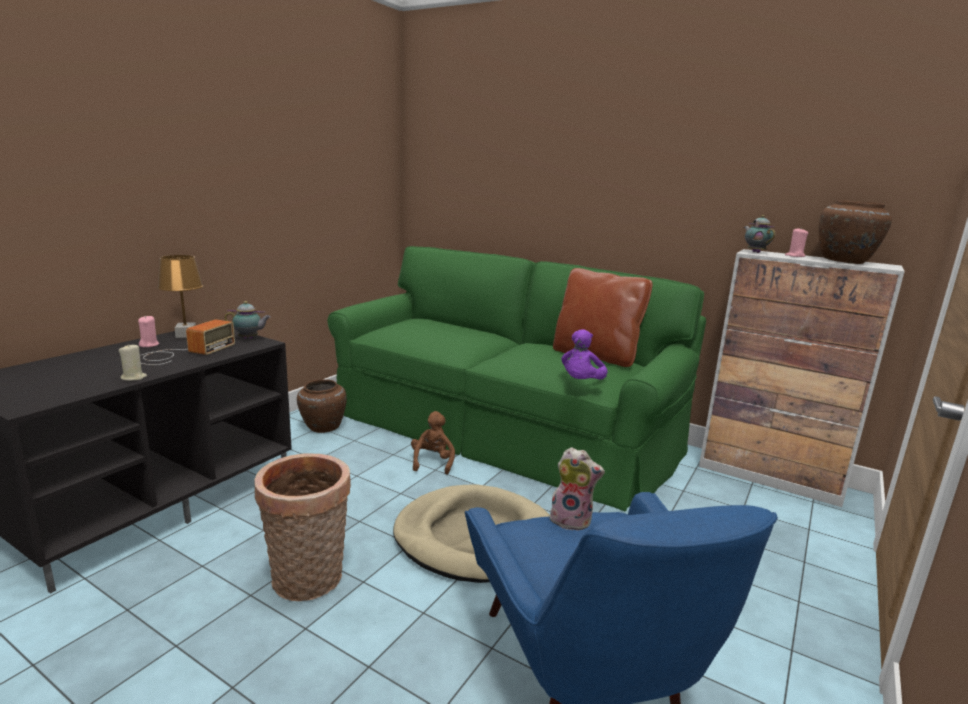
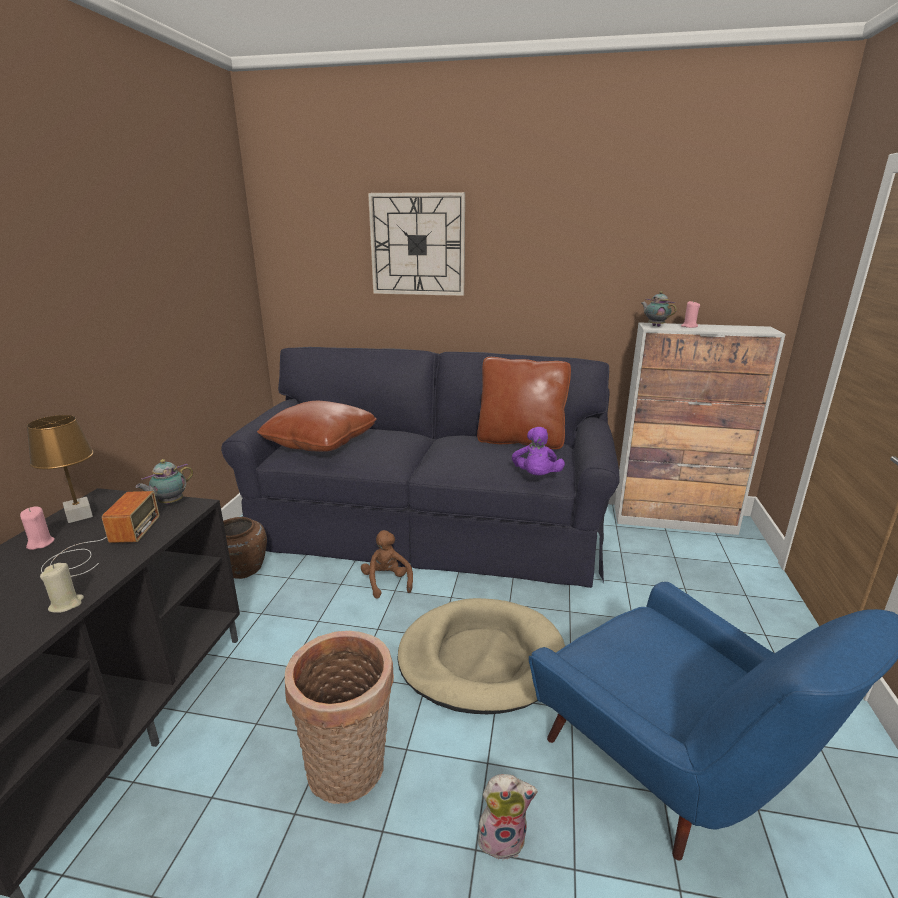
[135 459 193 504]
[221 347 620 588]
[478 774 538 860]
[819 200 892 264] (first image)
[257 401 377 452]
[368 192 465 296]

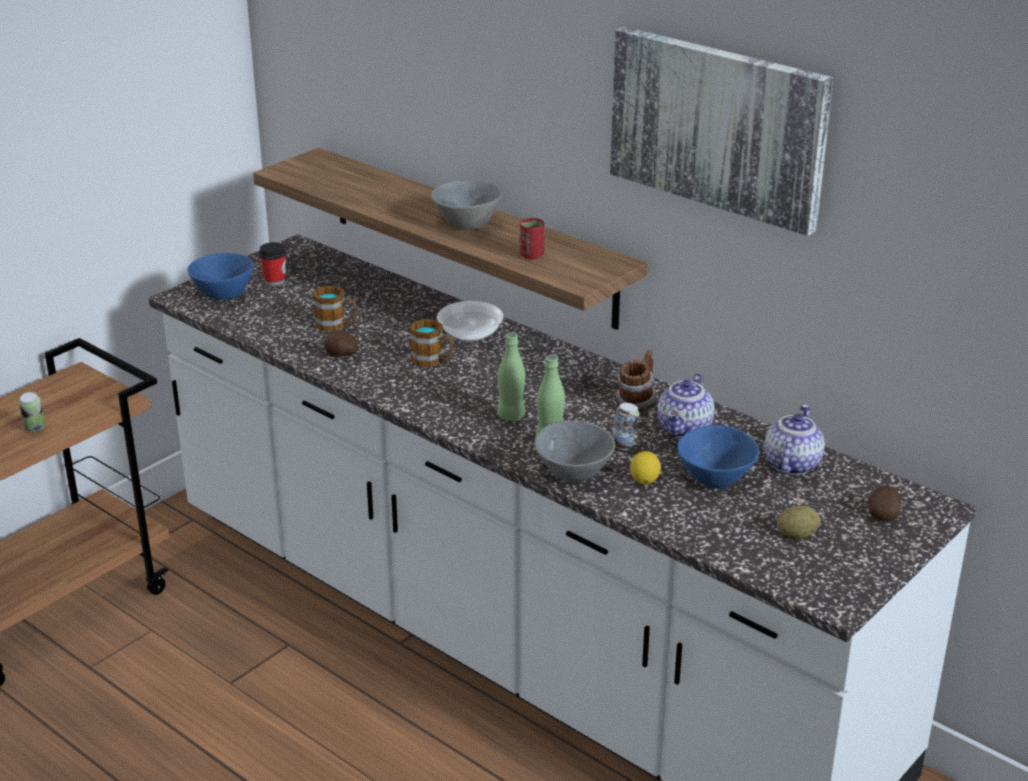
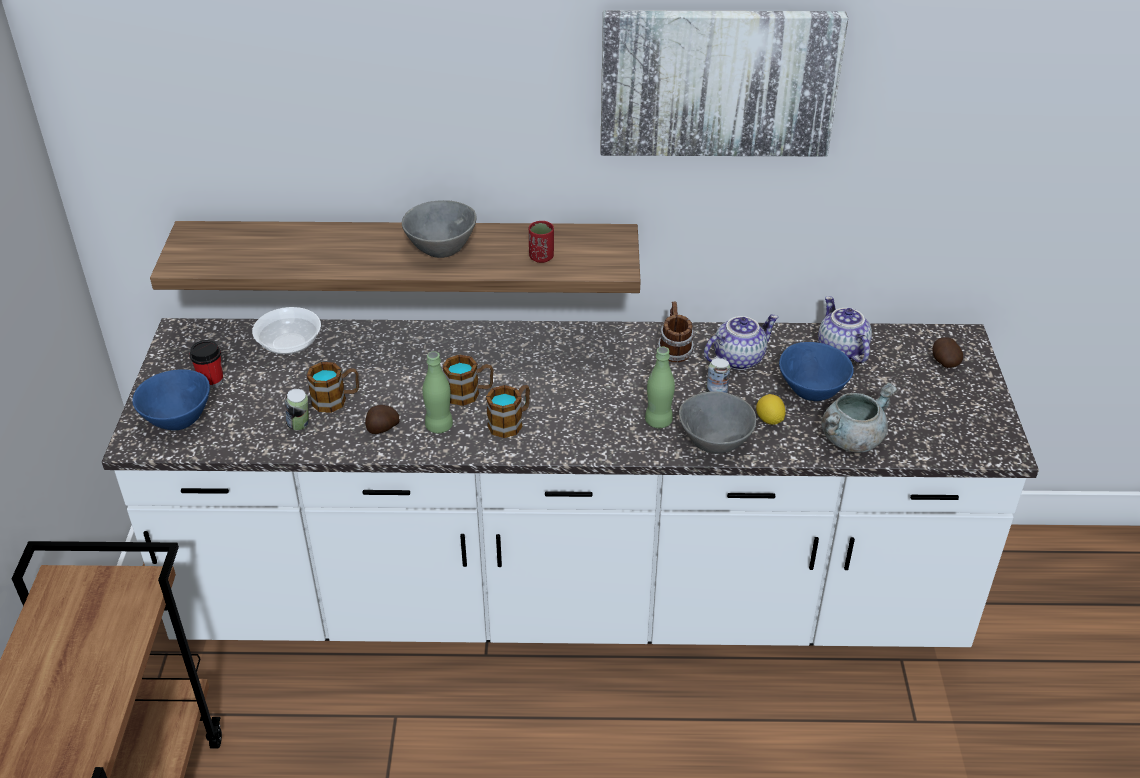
[285 389 309 430]
[252 307 321 354]
[422 351 453 433]
[704 314 779 370]
[777 505 821 539] (first image)
[486 385 530 438]
[821 382 897 453]

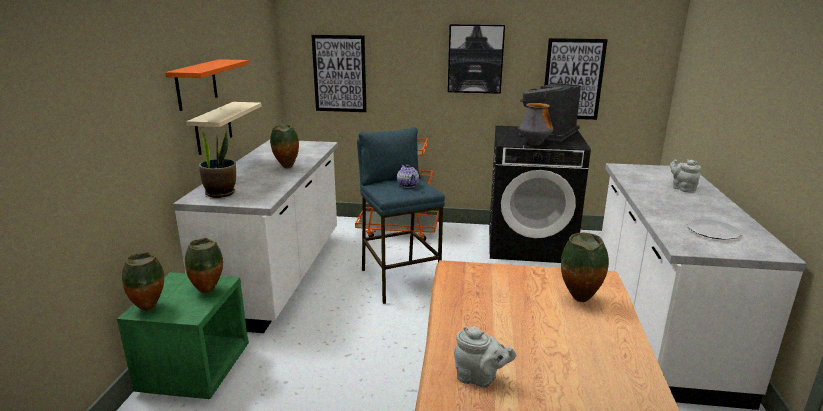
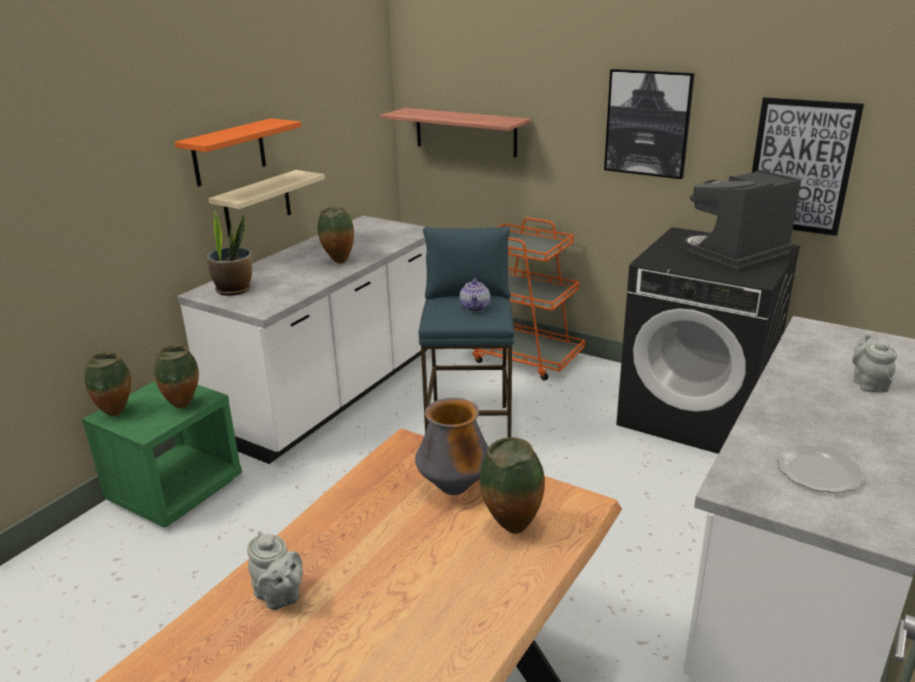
[380 108 531 157]
[415 398 489 495]

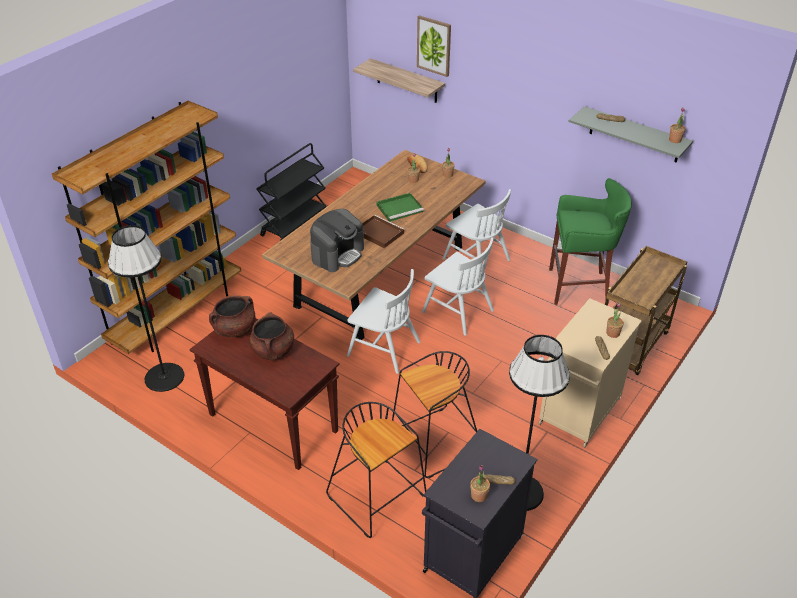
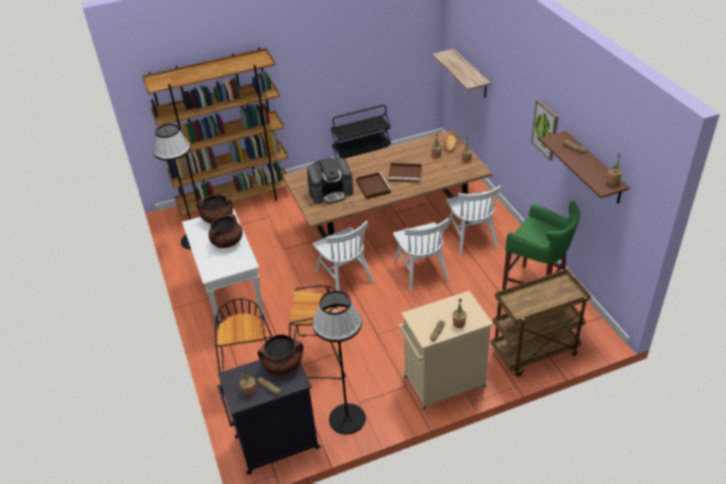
[182 208 265 327]
[388 163 422 182]
[531 99 558 160]
[539 131 630 204]
[258 334 303 375]

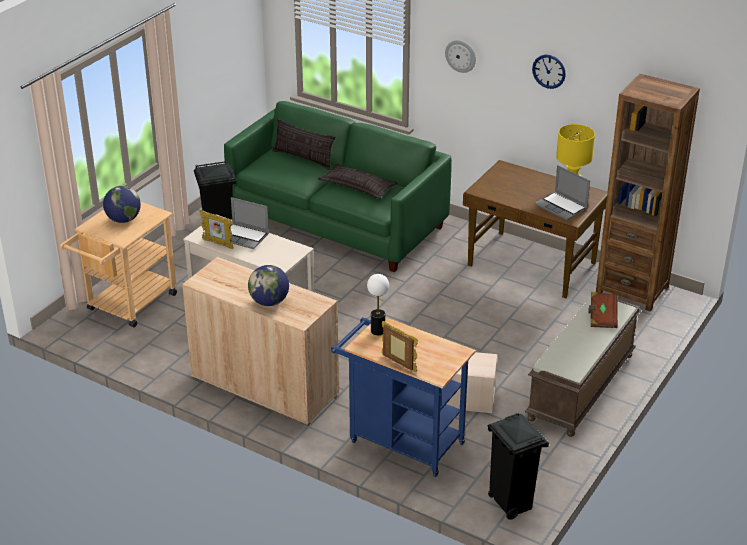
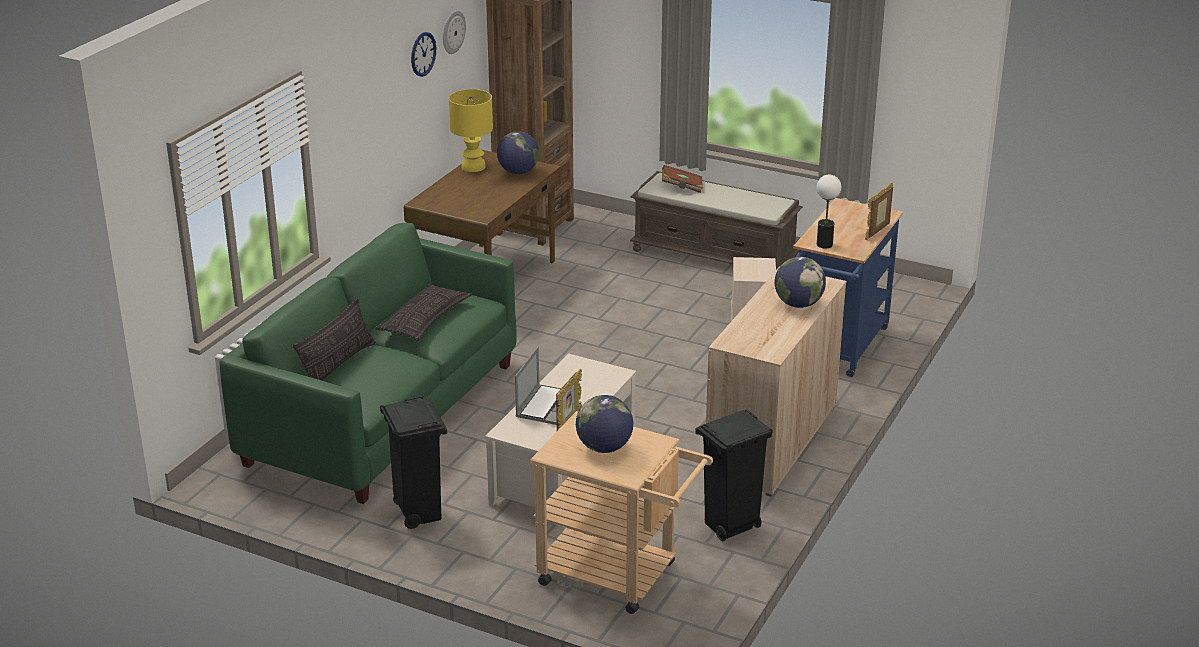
[443 11 466 54]
[695 409 773 541]
[497 131 539 174]

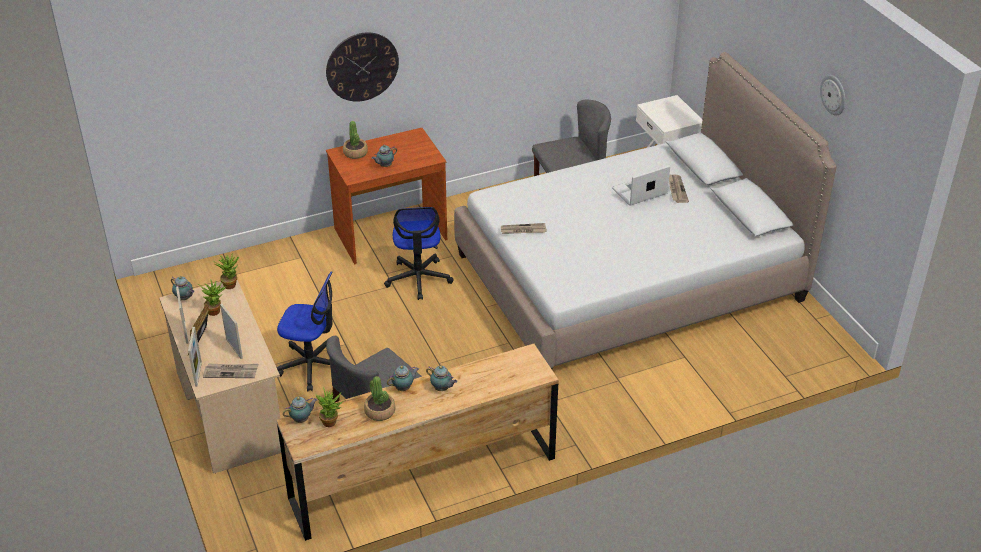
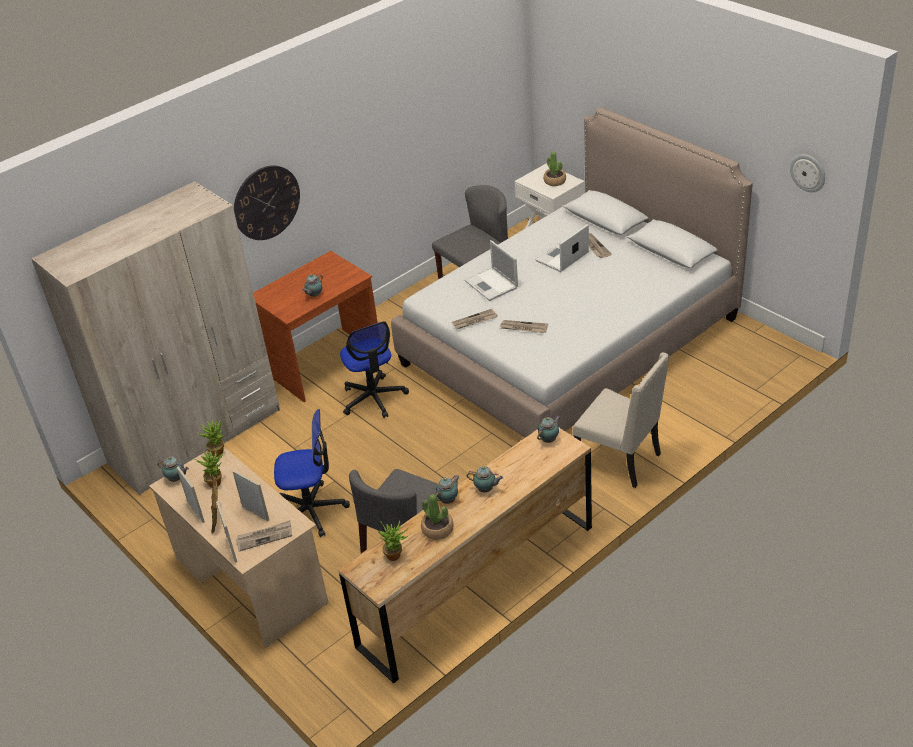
[537 416 560 443]
[544 151 566 186]
[790 154 825 192]
[31 181 280 495]
[465 240 518 301]
[500 320 548 333]
[573 352 670 488]

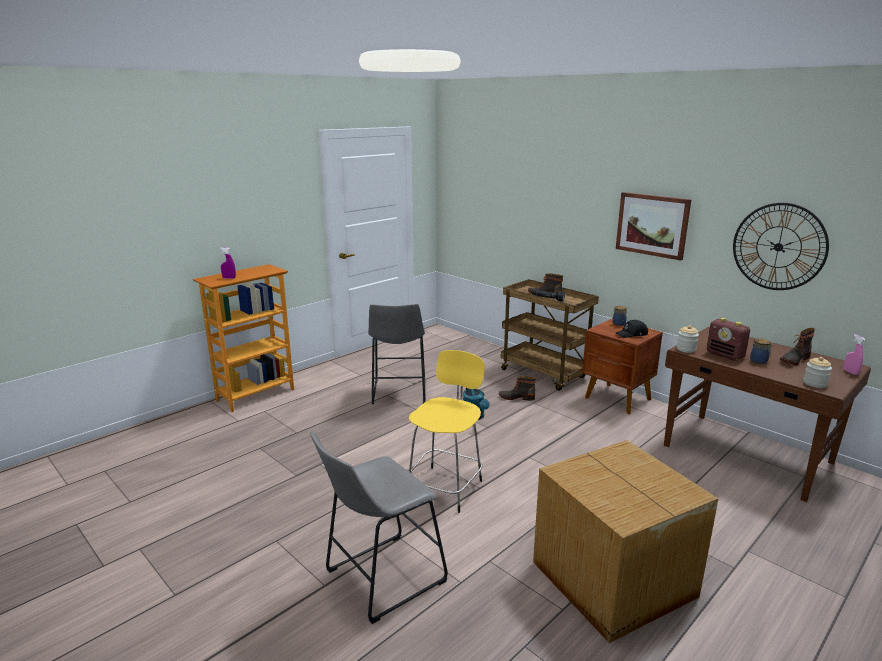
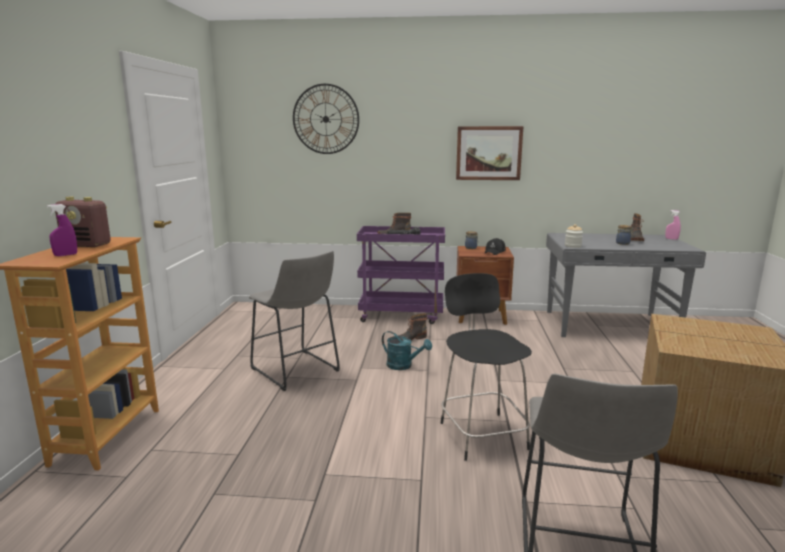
[441 273 532 461]
[357 226 445 324]
[546 233 706 337]
[55 196 111 247]
[293 84 359 154]
[803 357 832 388] (first image)

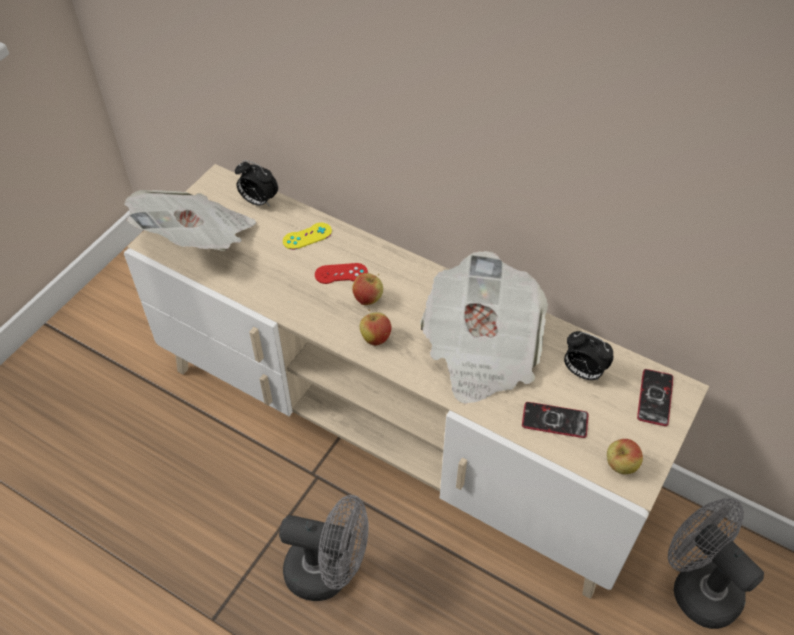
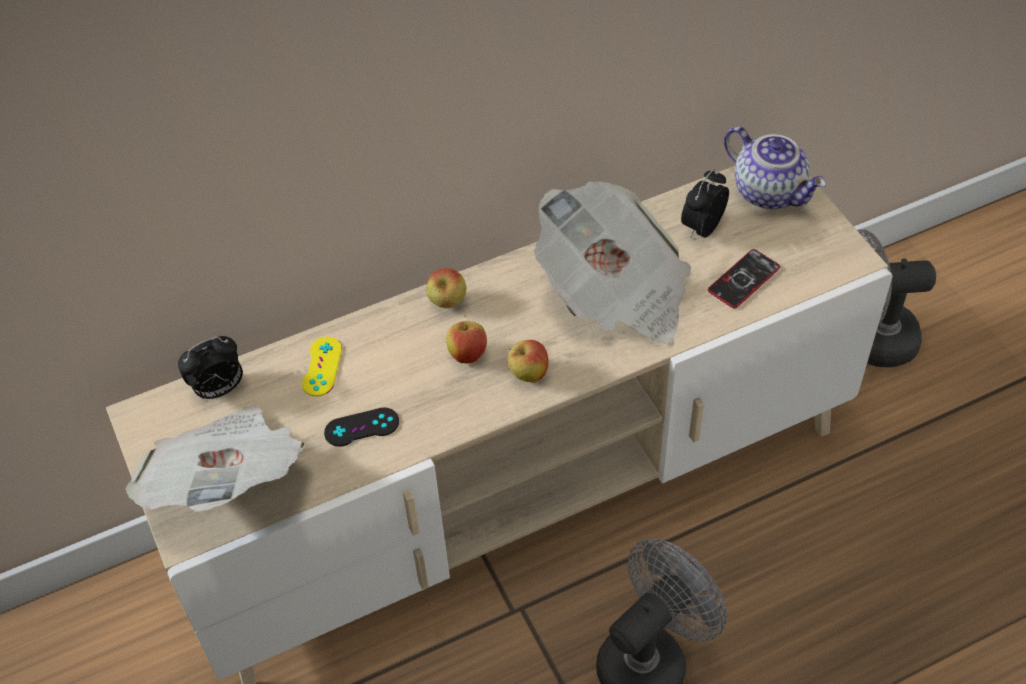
[315 263 368 284] (first image)
[681 169 729 239]
[426 268 466 308]
[724 126 826 209]
[324 407 399 447]

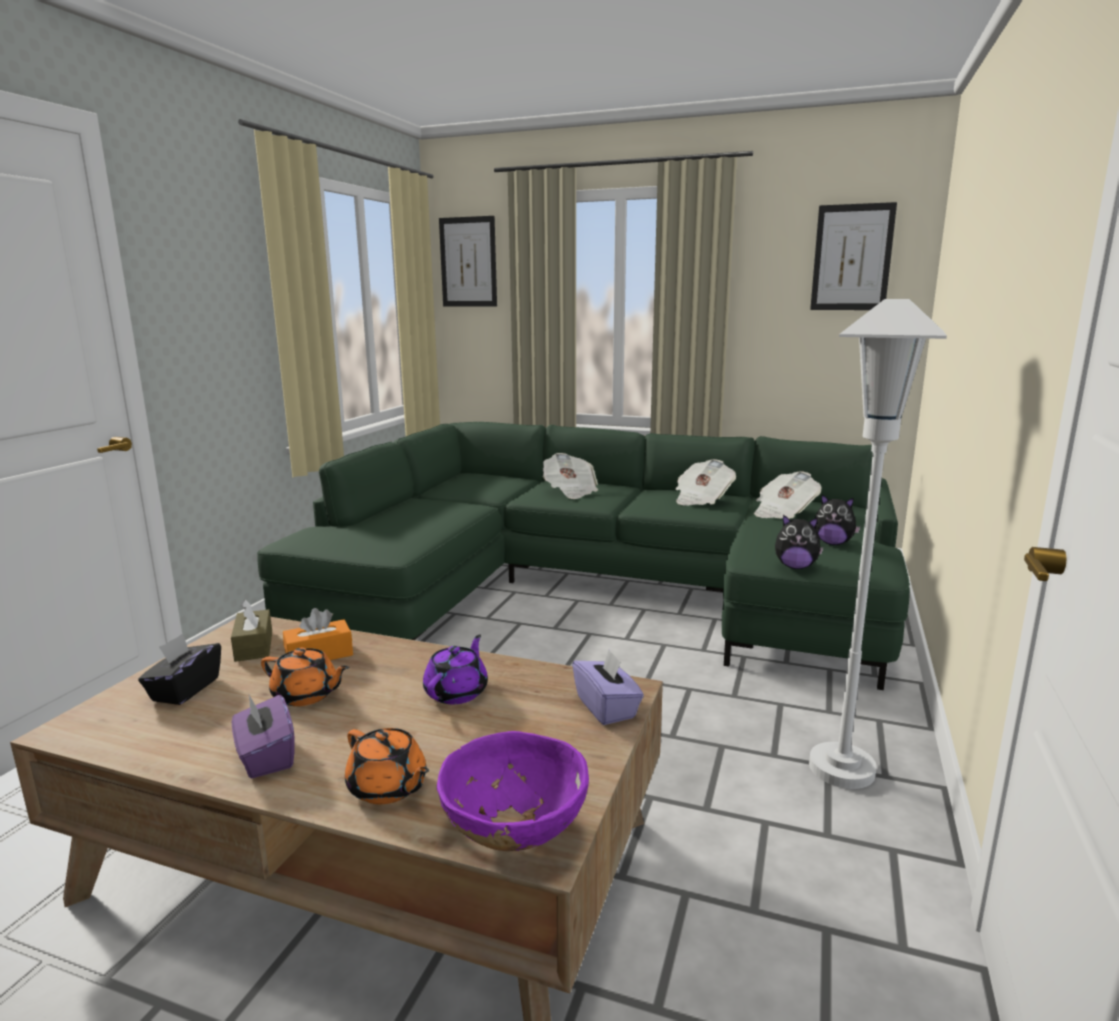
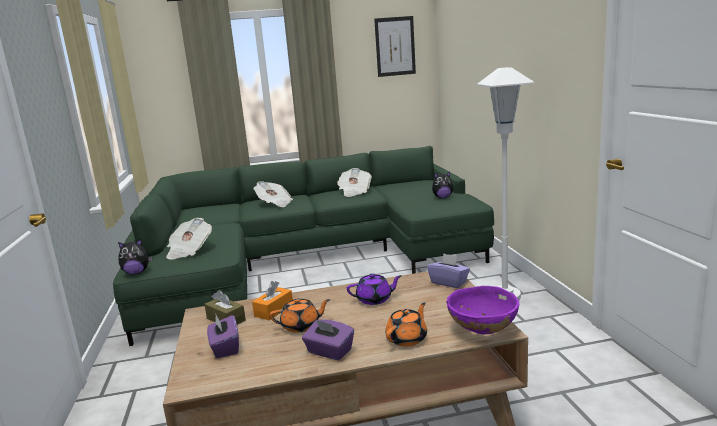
[207 315 239 358]
[386 302 427 347]
[347 273 402 305]
[439 216 497 306] (first image)
[166 218 212 259]
[118 239 152 274]

